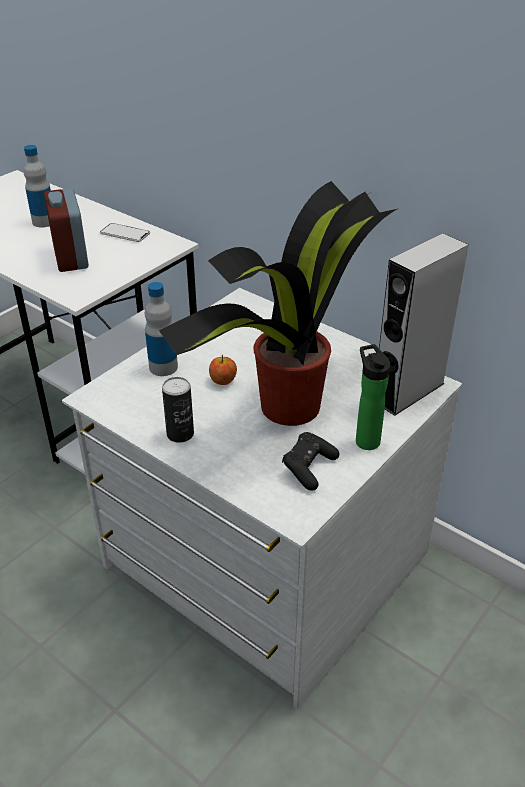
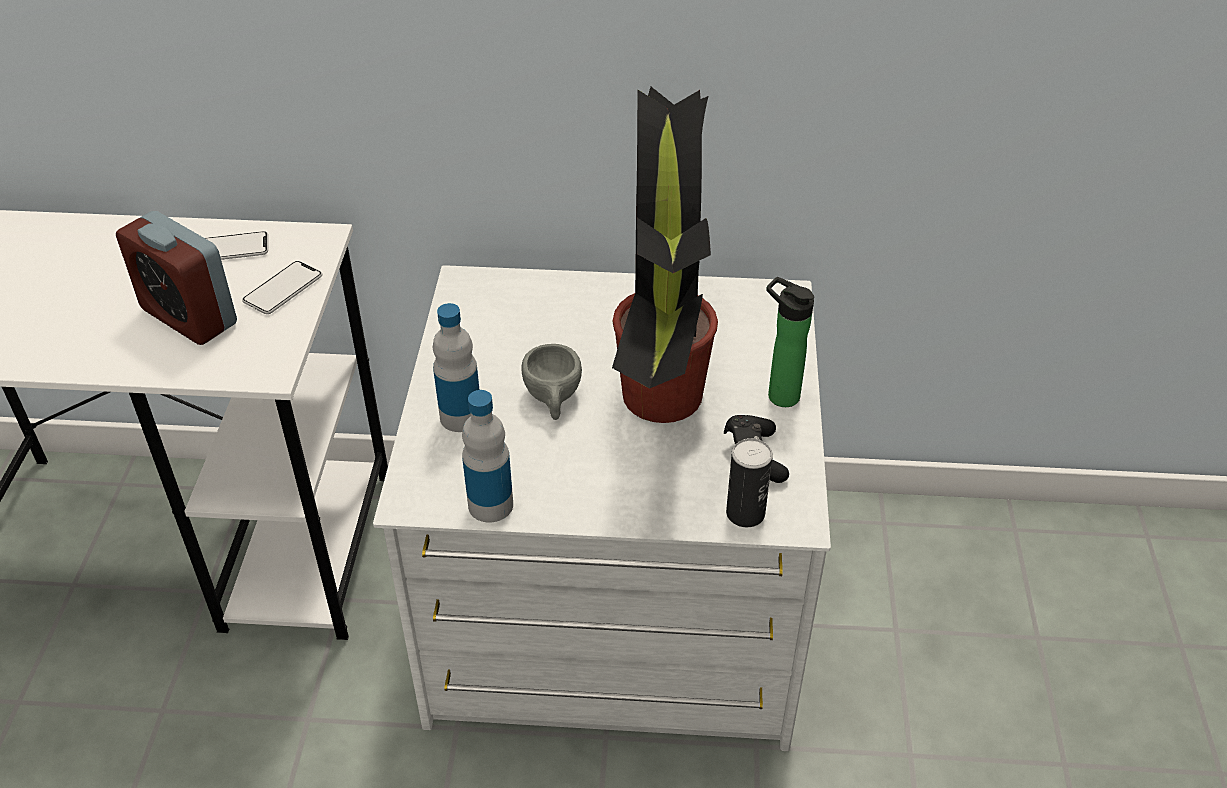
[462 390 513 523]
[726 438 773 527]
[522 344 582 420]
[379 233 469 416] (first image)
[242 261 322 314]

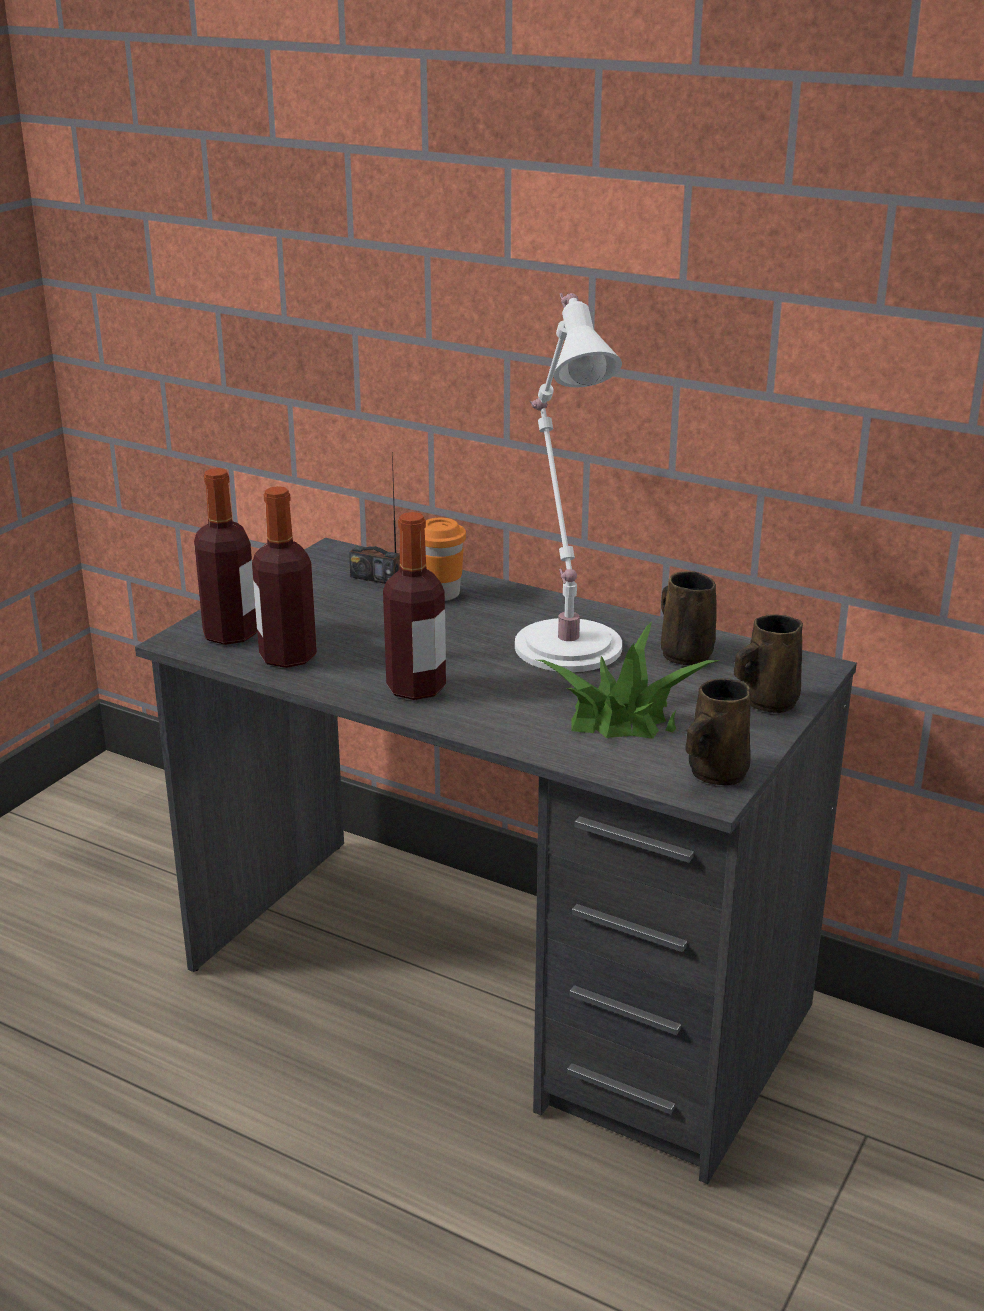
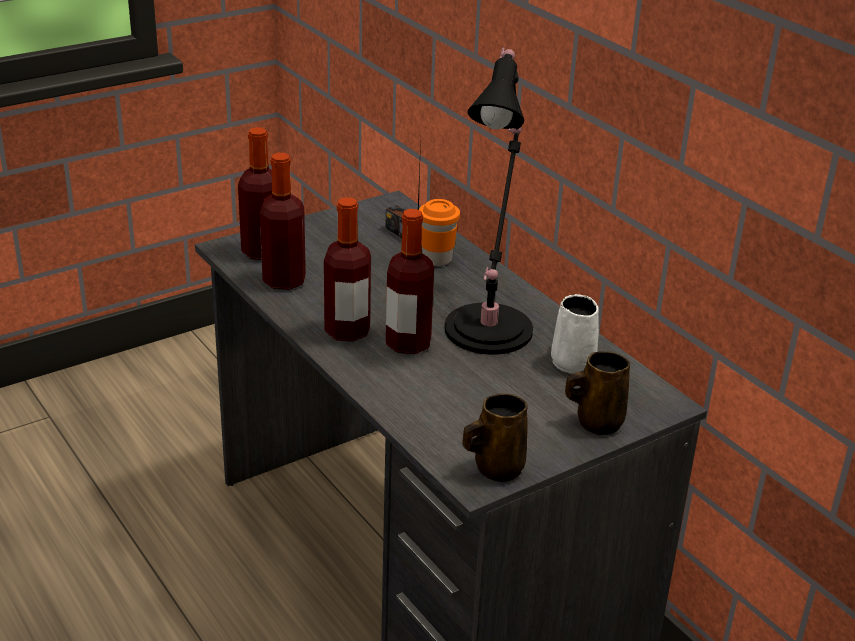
[445 47 533 355]
[538 622 720 739] (first image)
[551 294 599 374]
[386 209 434 354]

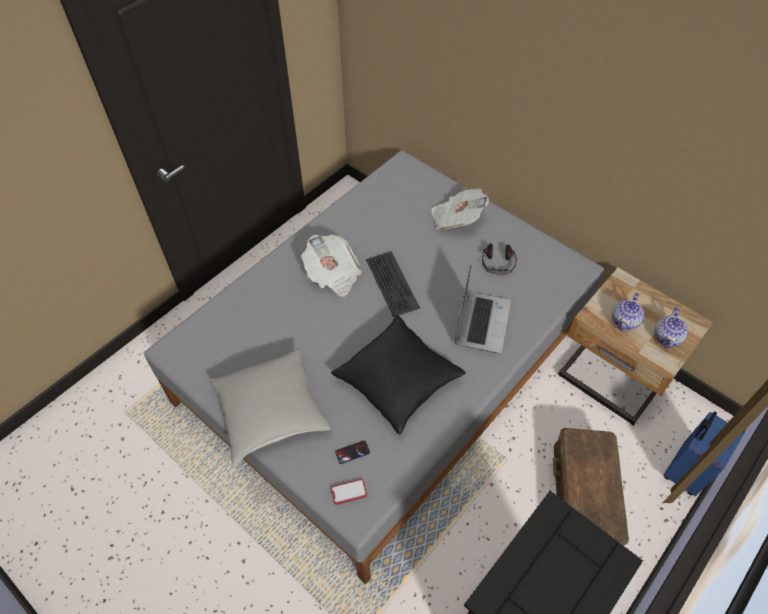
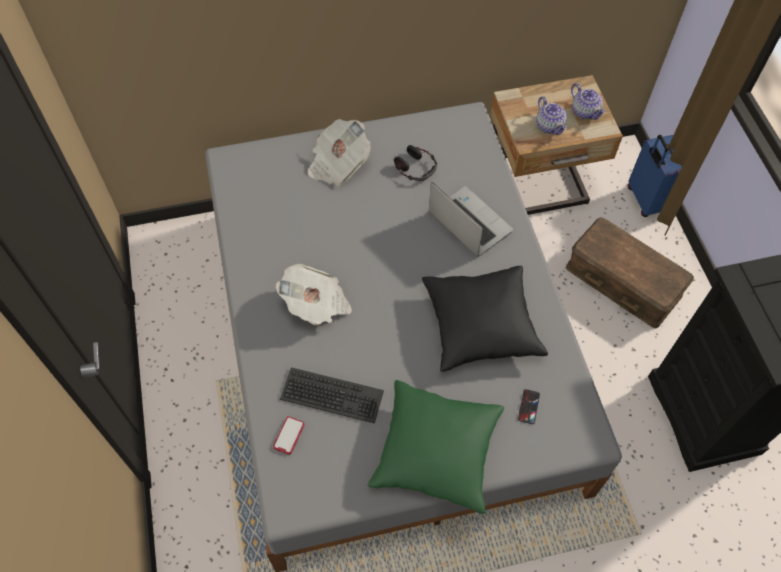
[367 380 504 514]
[273 417 305 455]
[280 367 384 424]

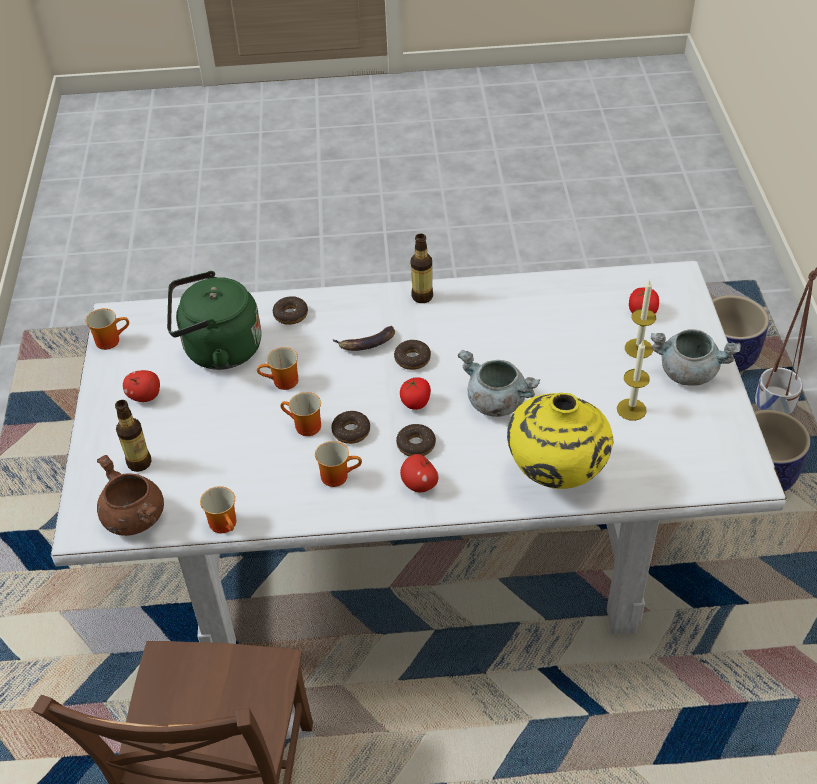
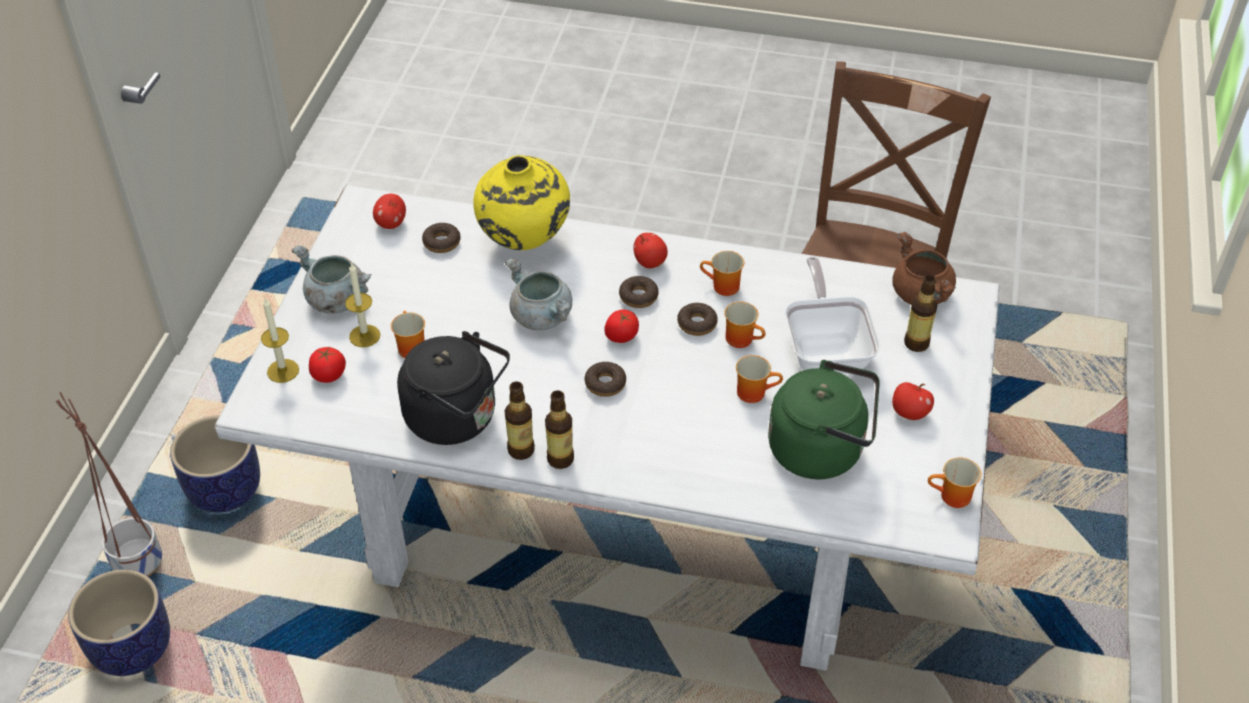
[391 311 425 358]
[422 223 460 253]
[332 326 395 351] (first image)
[261 298 299 383]
[373 194 406 229]
[397 331 510 445]
[505 381 535 460]
[785 257 881 374]

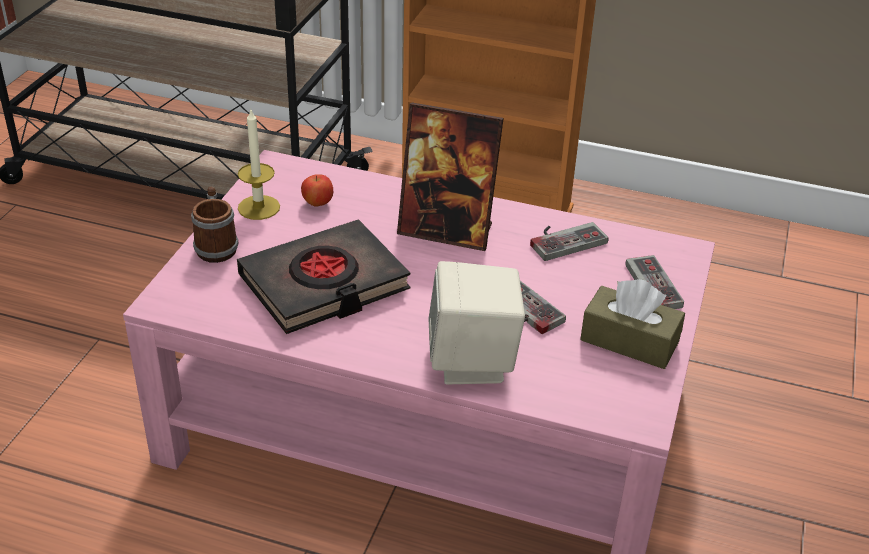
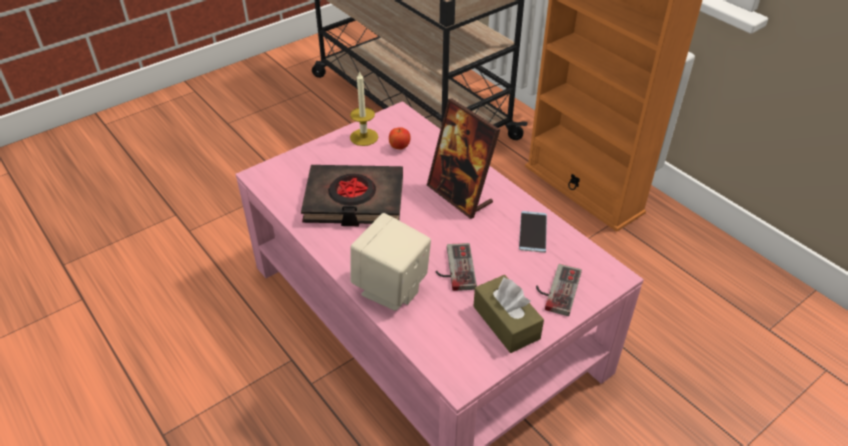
[191 187 238 263] (first image)
[519 211 547 253]

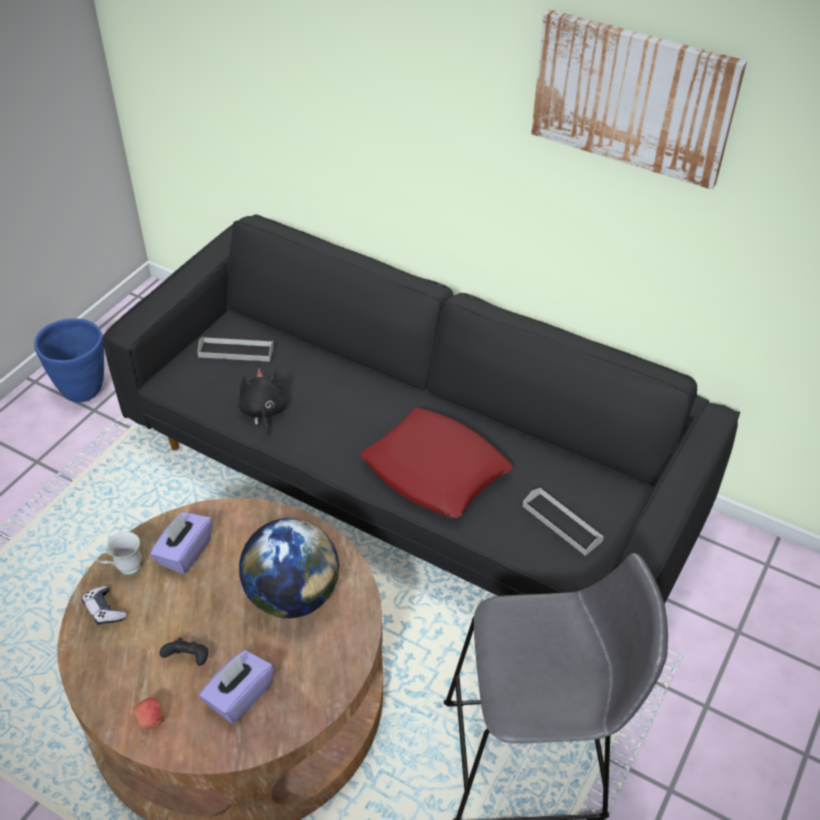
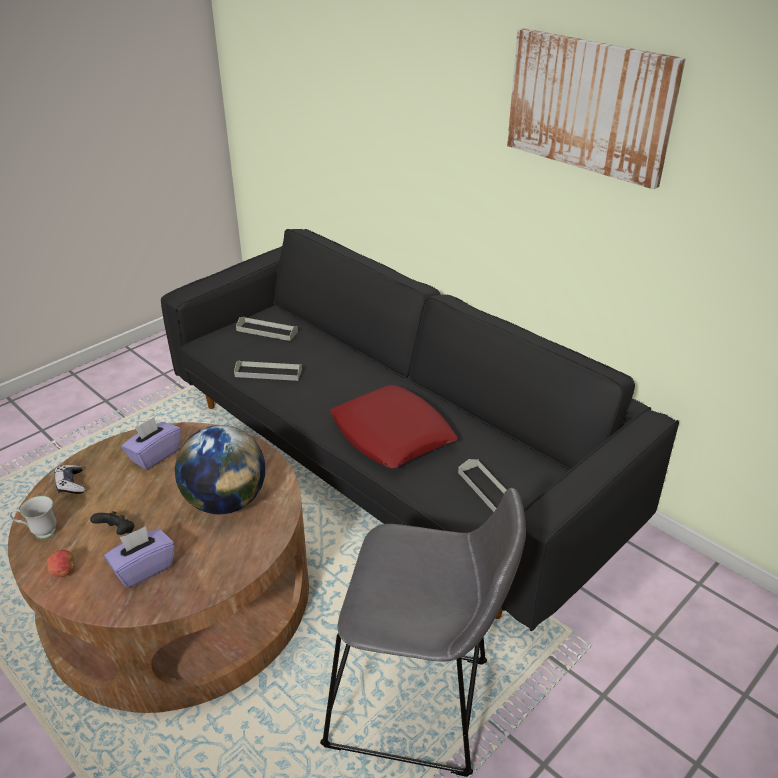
[34 318 104 402] (first image)
[9 496 56 539]
[234 360 302 381]

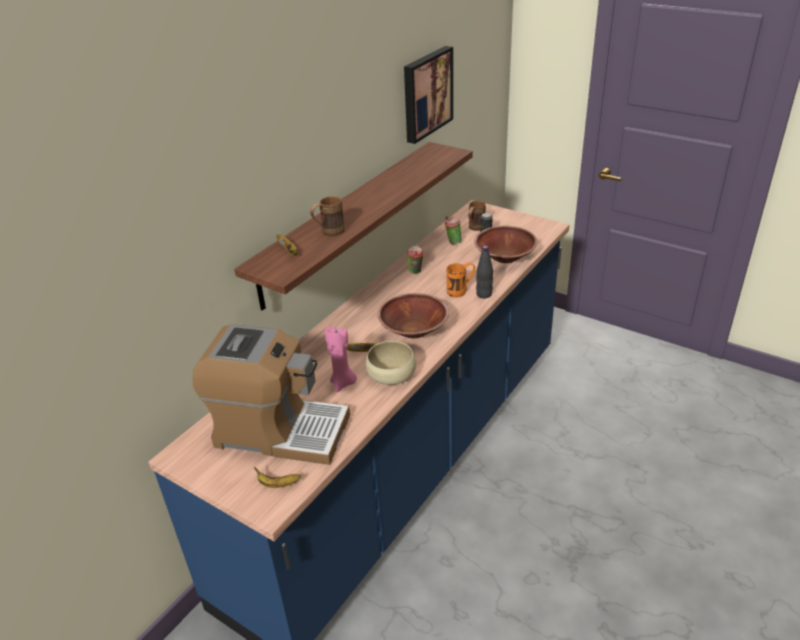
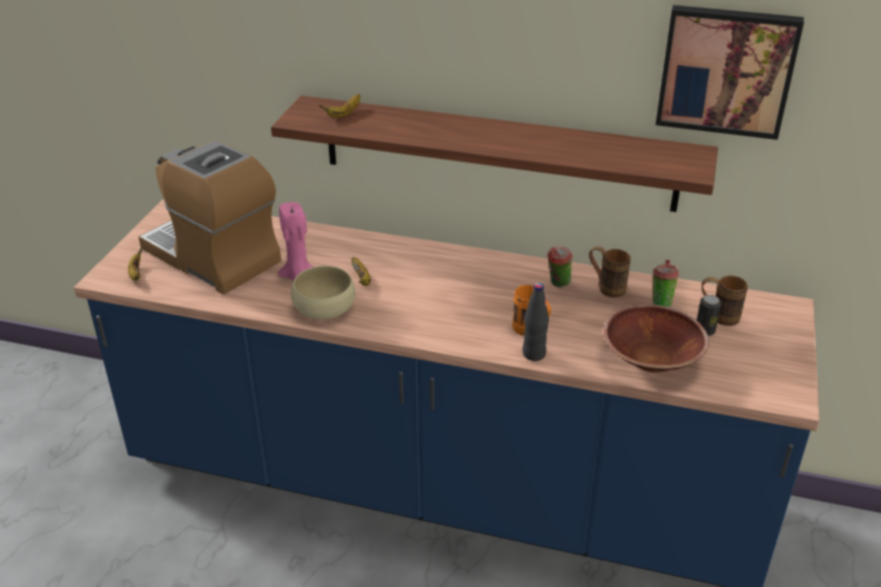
[139 140 281 295]
[589 246 631 297]
[378 293 449 338] (first image)

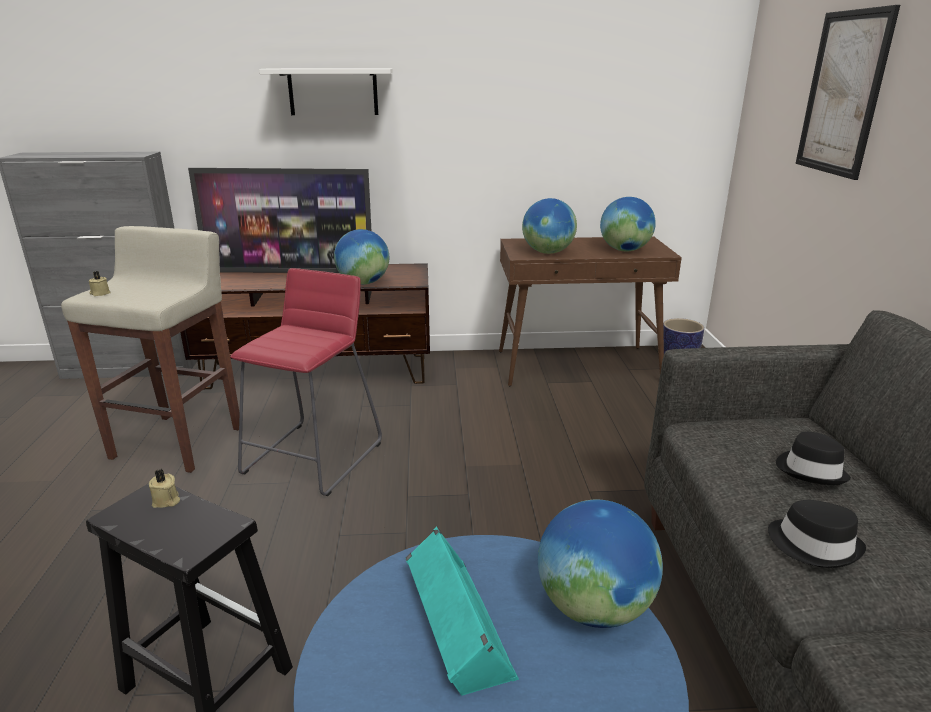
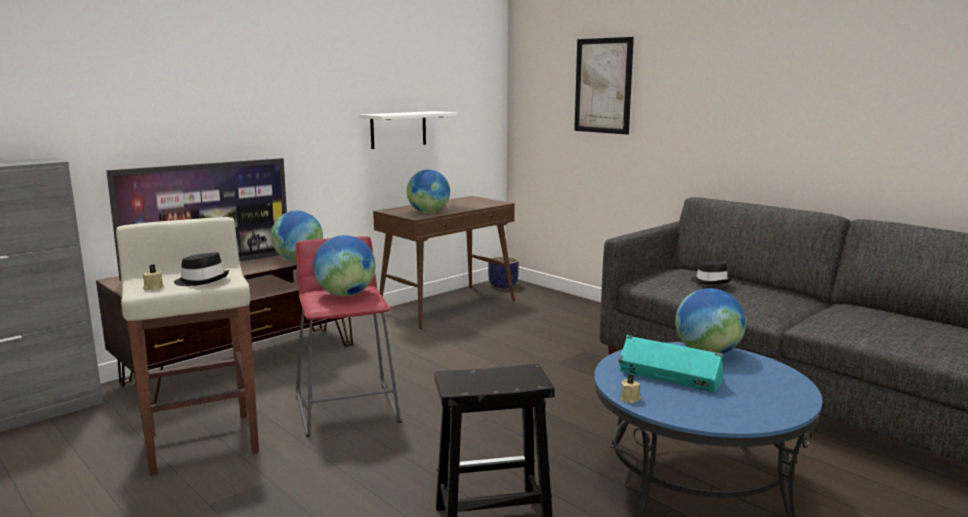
[621 374 641 403]
[359 111 458 149]
[313 235 376 296]
[174 252 229 286]

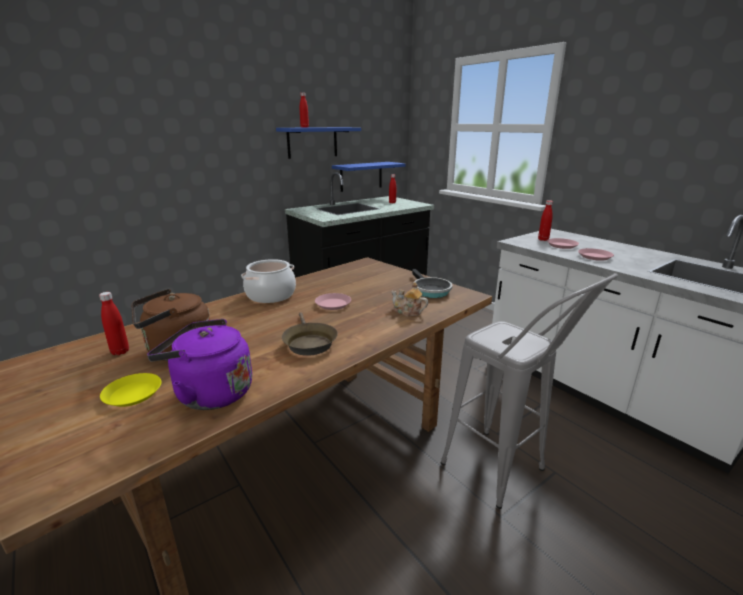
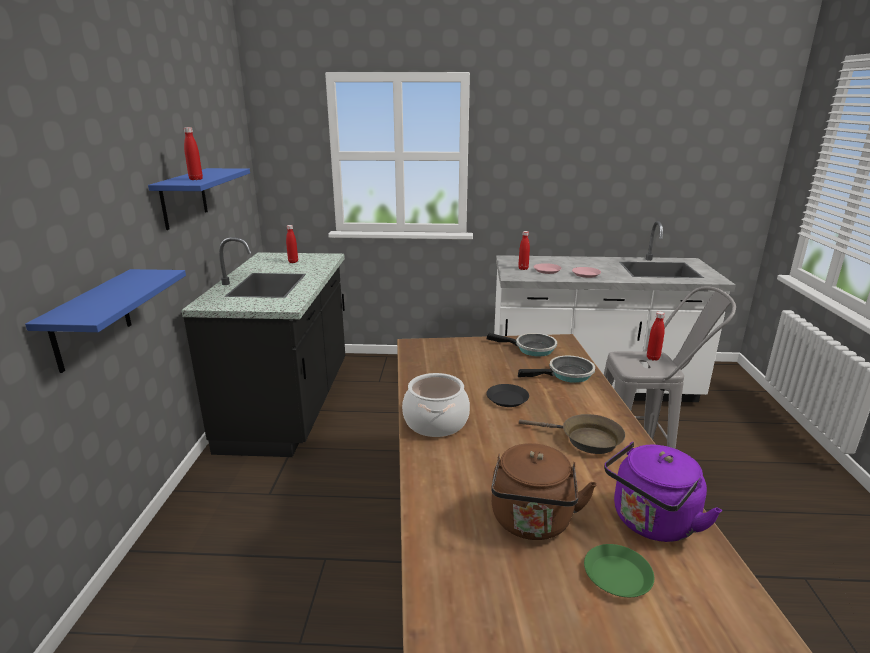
[647 311 665 361]
[584 544 654 597]
[486 384 529 407]
[25 269 186 373]
[518 355 595 383]

